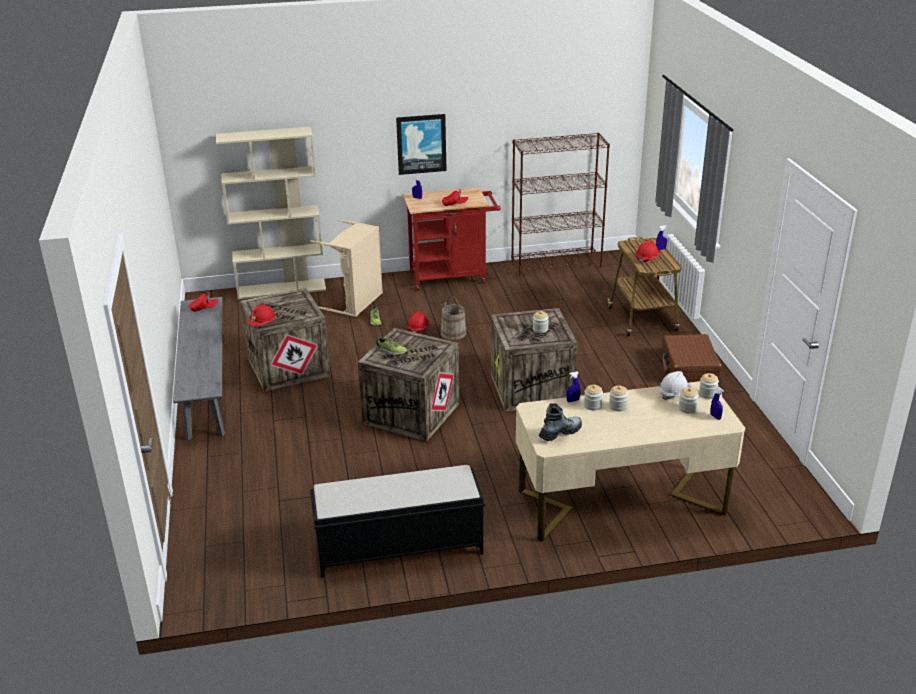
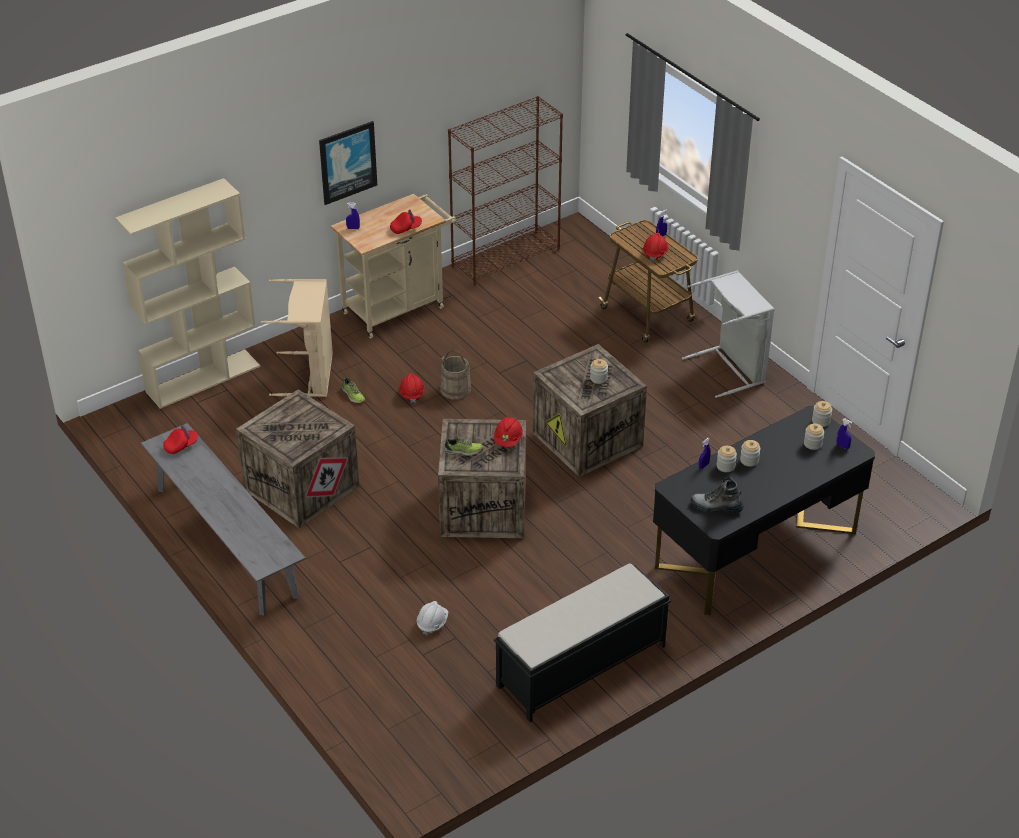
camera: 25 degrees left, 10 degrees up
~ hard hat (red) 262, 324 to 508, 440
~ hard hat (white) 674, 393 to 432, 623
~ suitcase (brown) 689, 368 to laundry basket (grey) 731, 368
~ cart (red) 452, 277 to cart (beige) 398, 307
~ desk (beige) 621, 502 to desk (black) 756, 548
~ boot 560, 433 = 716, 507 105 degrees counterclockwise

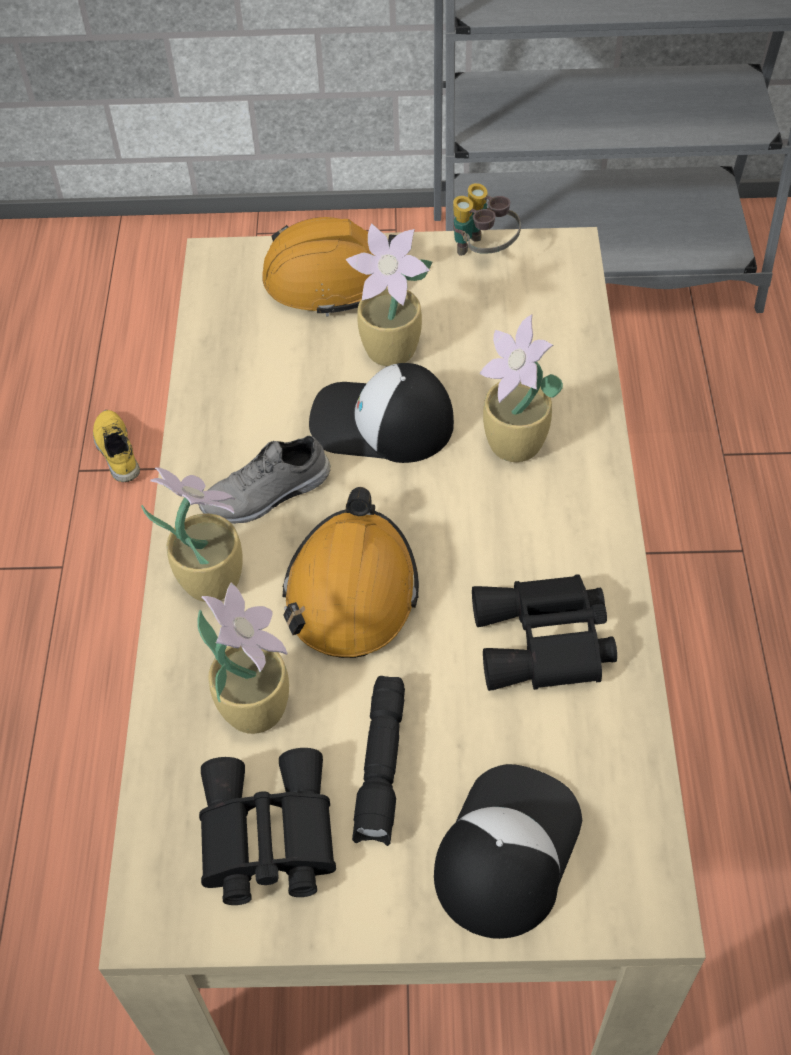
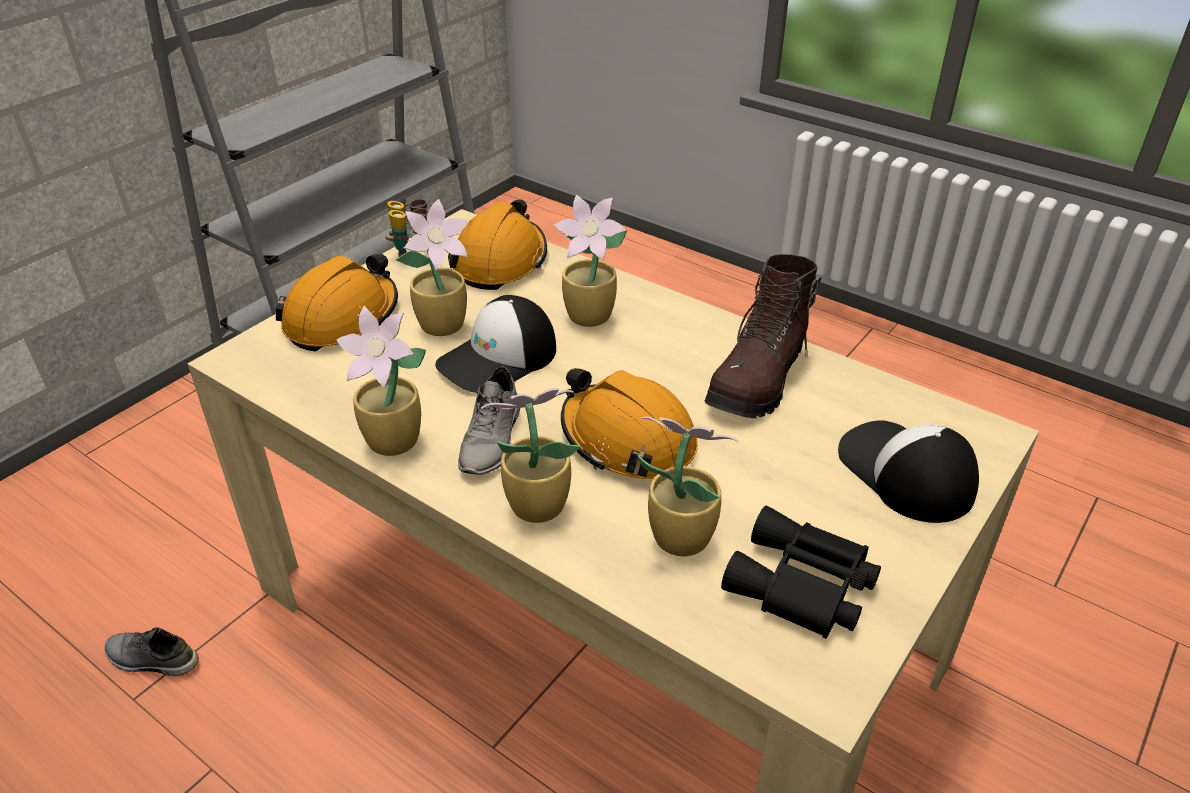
camera: 55 degrees left, 15 degrees down
- flashlight (black) 383, 768
+ potted plant 395, 442
+ hard hat (orange) 500, 261
~ binoculars (black) 545, 643 to boot (brown) 759, 380
~ shoe (yellow) 116, 451 to shoe (grey) 152, 661

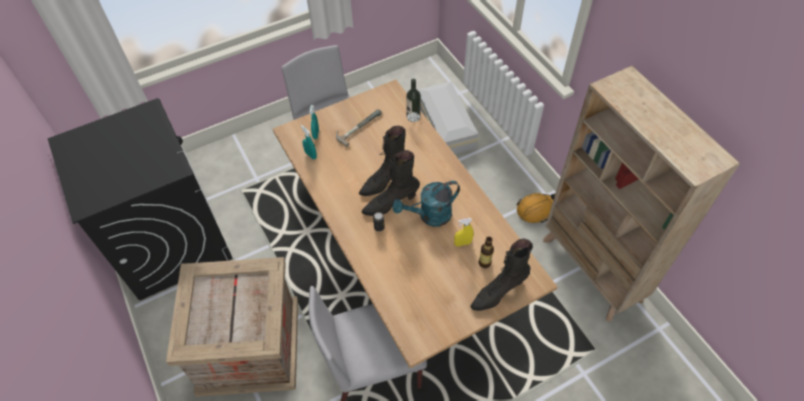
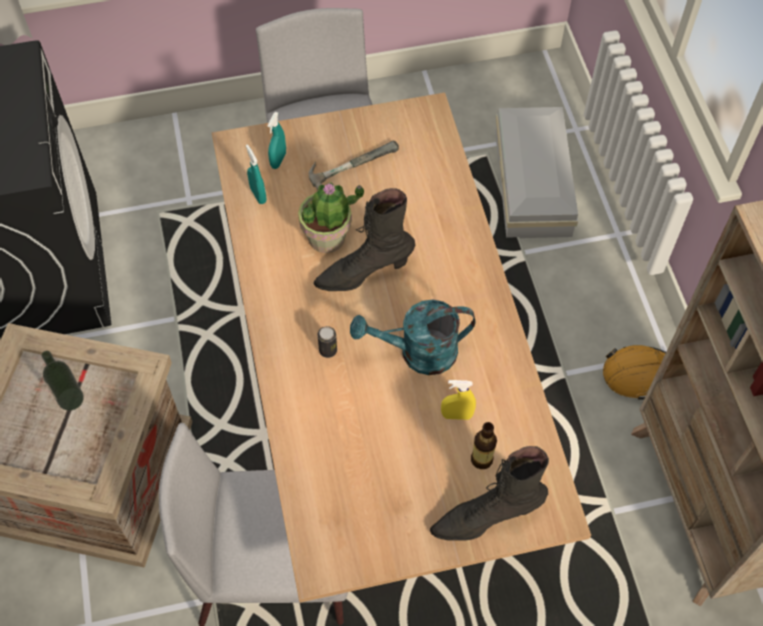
camera: 15 degrees right, 5 degrees up
- boot (black) 390, 203
+ potted plant 327, 237
~ bottle 413, 117 to 70, 399

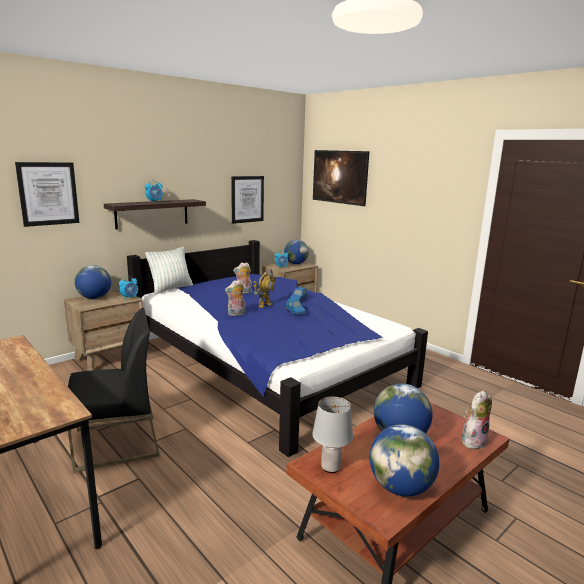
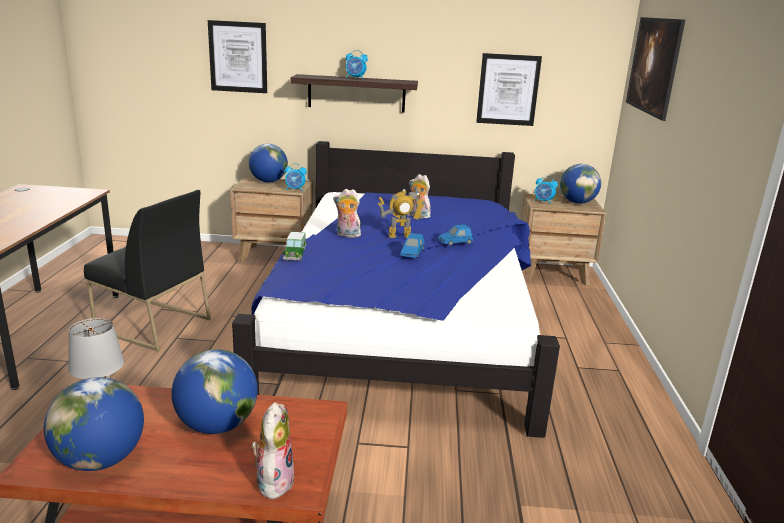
camera: 45 degrees right, 5 degrees up
- pillow 171, 289
+ toy car 295, 254
~ plush toy 473, 441 = 273, 481 90 degrees counterclockwise

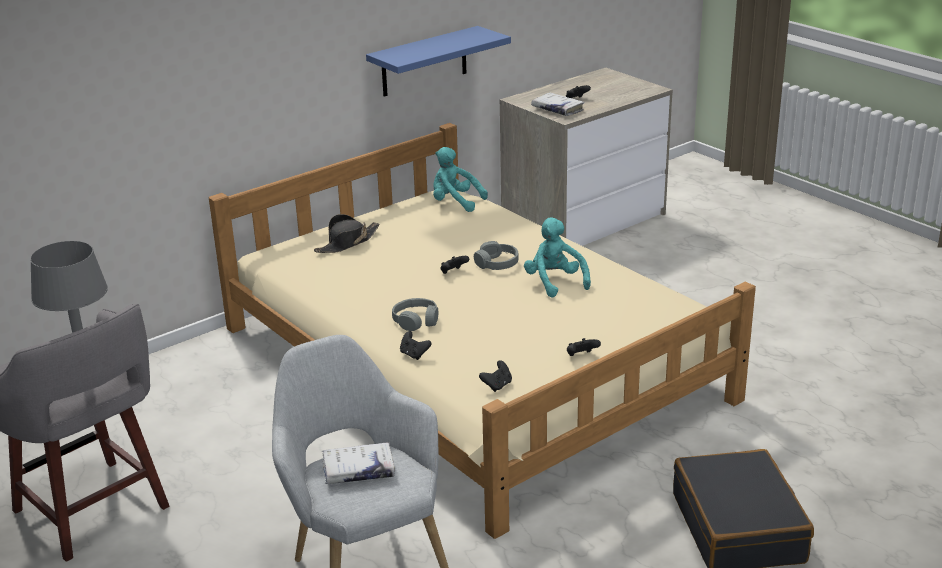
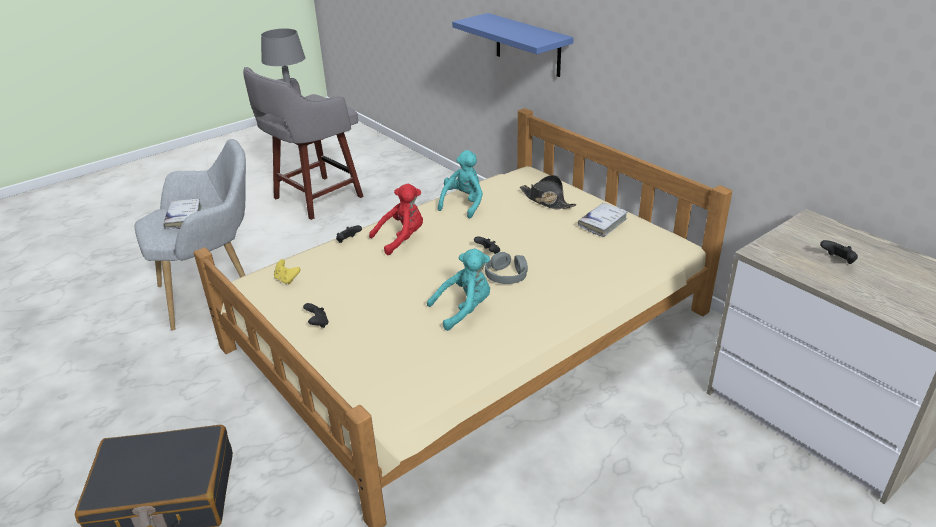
camera: 90 degrees right, 5 degrees up
~ shelf (blue) 424, 62 to 527, 45
~ plush toy (turquoise) 455, 203 to 463, 204
~ book (white) 557, 109 to 602, 223
~ headphones (grey) 416, 321 to plush toy (red) 402, 239
~ game controller (black) 497, 385 to game controller (yellow) 287, 279

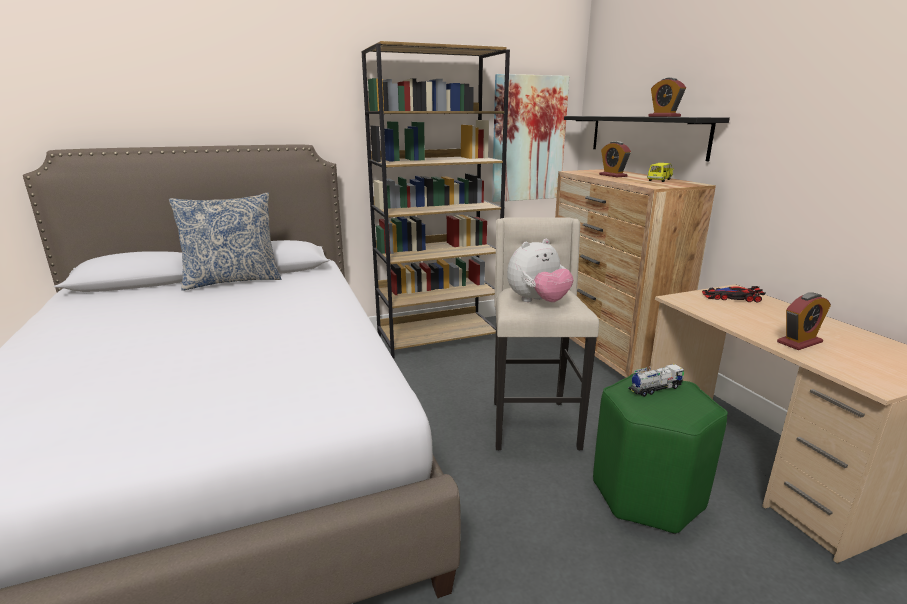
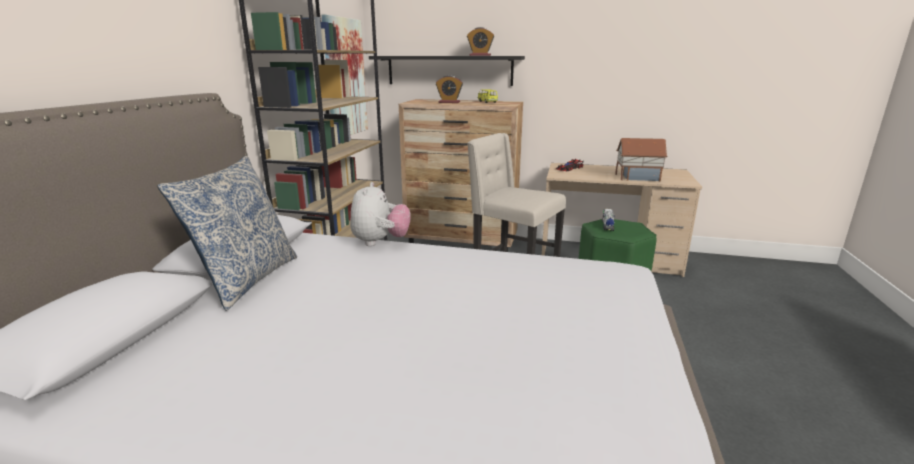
camera: 55 degrees left, 0 degrees up
~ plush toy 537, 302 to 380, 242
~ alarm clock 799, 342 to toy house 637, 177

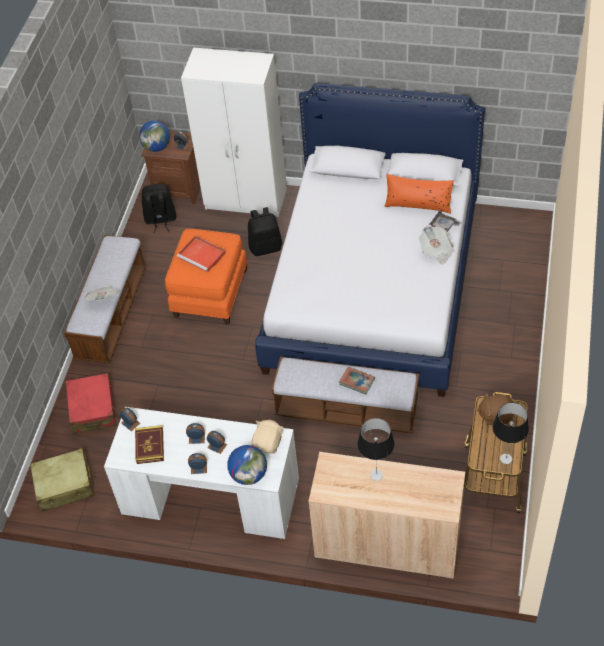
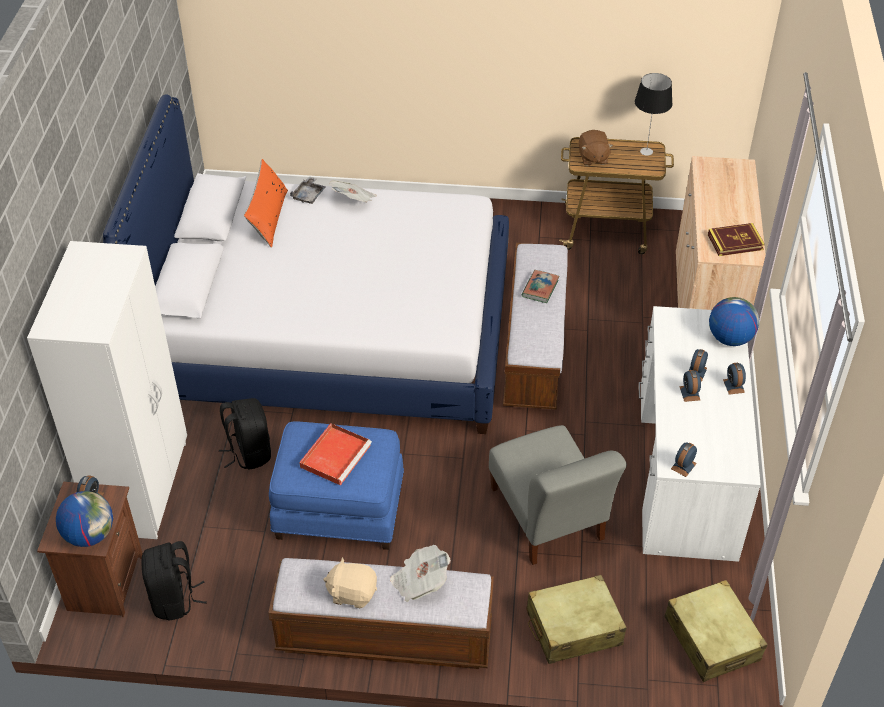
camera: 100 degrees left, 5 degrees down
- table lamp 376, 475
+ chair (grey) 548, 518
~ book 150, 446 to 735, 242
~ plush toy (beige) 268, 443 to 352, 593
~ suitcase (red) 93, 409 to suitcase (beige) 573, 628
~ ottoman (orange) 209, 292 to ottoman (blue) 339, 511

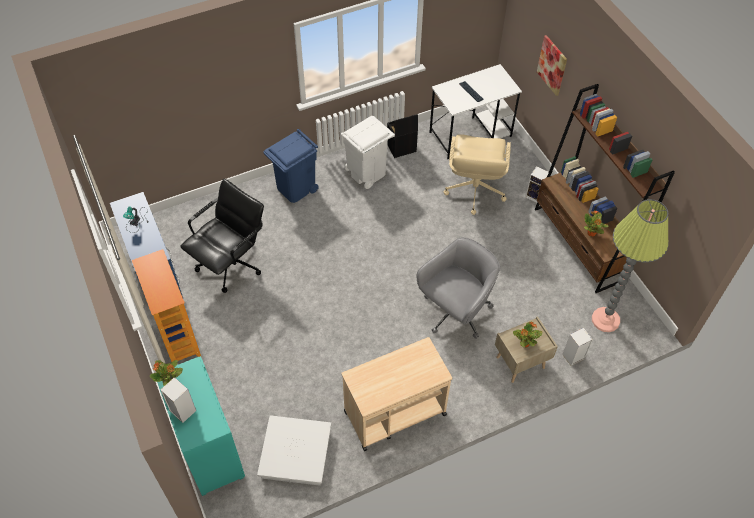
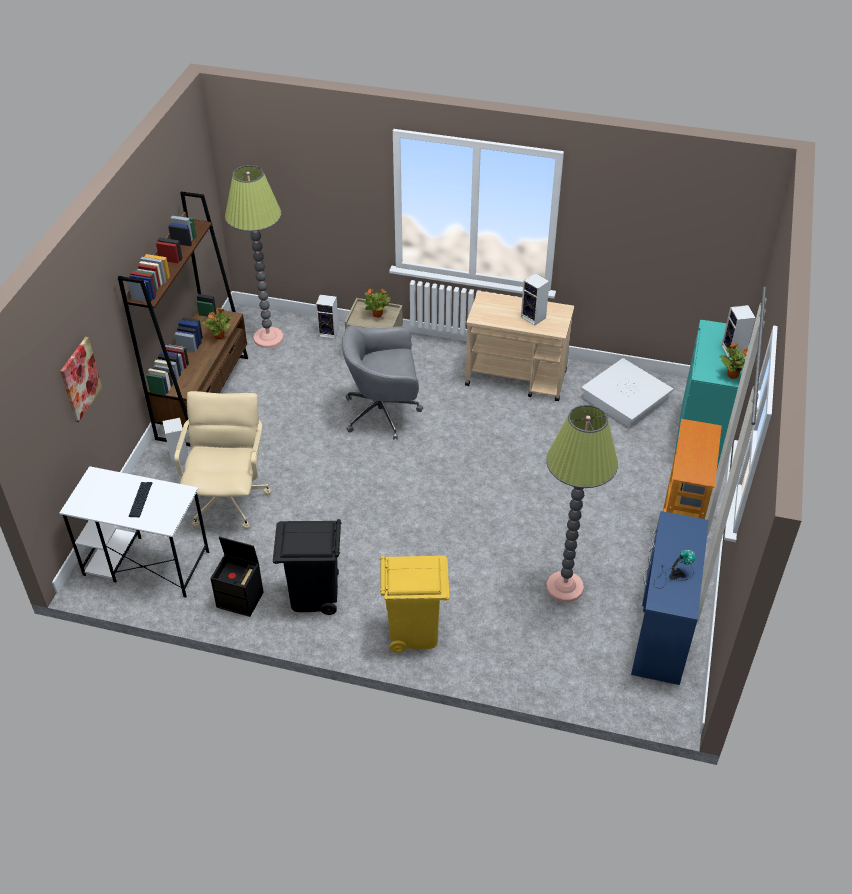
camera: 140 degrees left, 10 degrees down
+ speaker 534, 317
~ office chair (black) 231, 264 to floor lamp 564, 587
~ trash can (blue) 295, 188 to trash can (yellow) 414, 630
~ trash can (white) 367, 173 to trash can (black) 314, 595
~ office chair (beige) 474, 191 = 228, 500 45 degrees counterclockwise

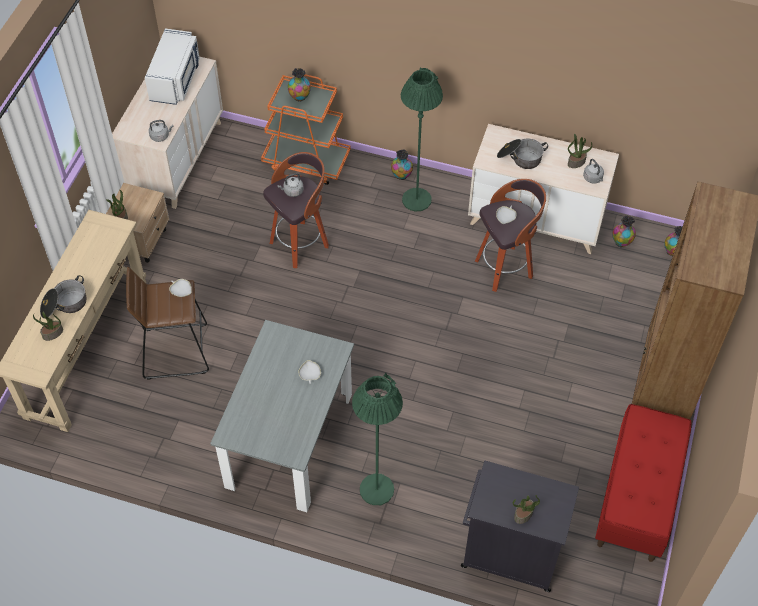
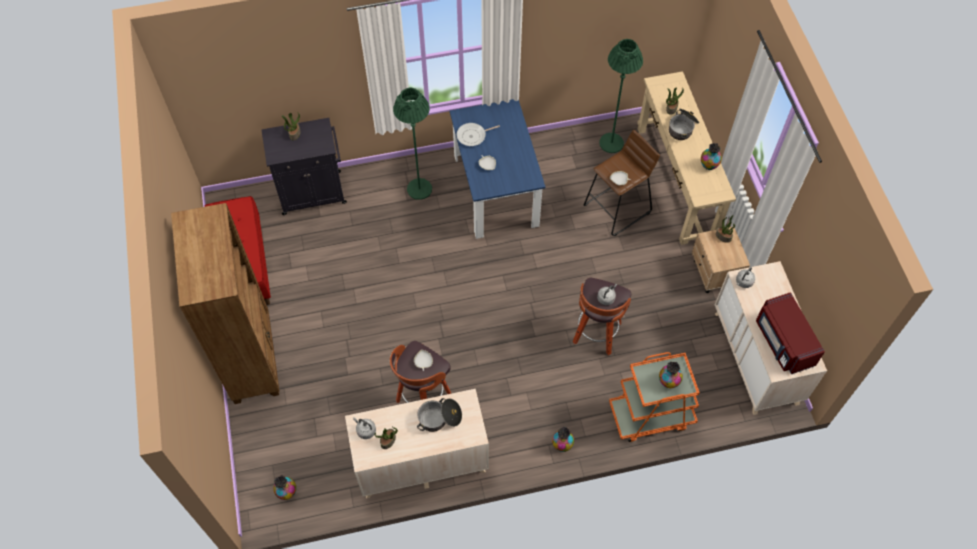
camera: 150 degrees right, 5 degrees up
+ frying pan 473, 136
~ floor lamp (green) 416, 200 to 611, 143
~ vase 621, 242 to 708, 166
~ microwave (white) 176, 80 to microwave (red) 783, 342
~ dining table (grey) 289, 440 to dining table (blue) 495, 190

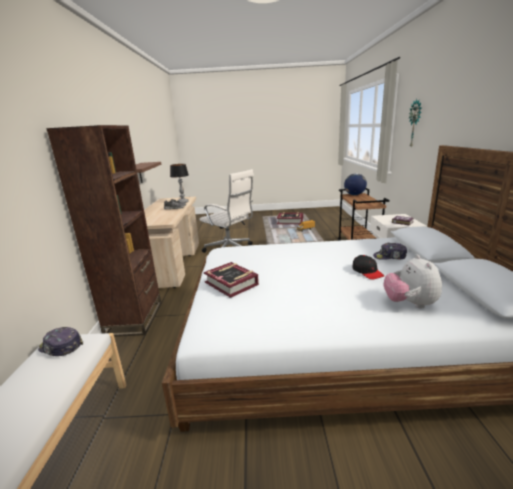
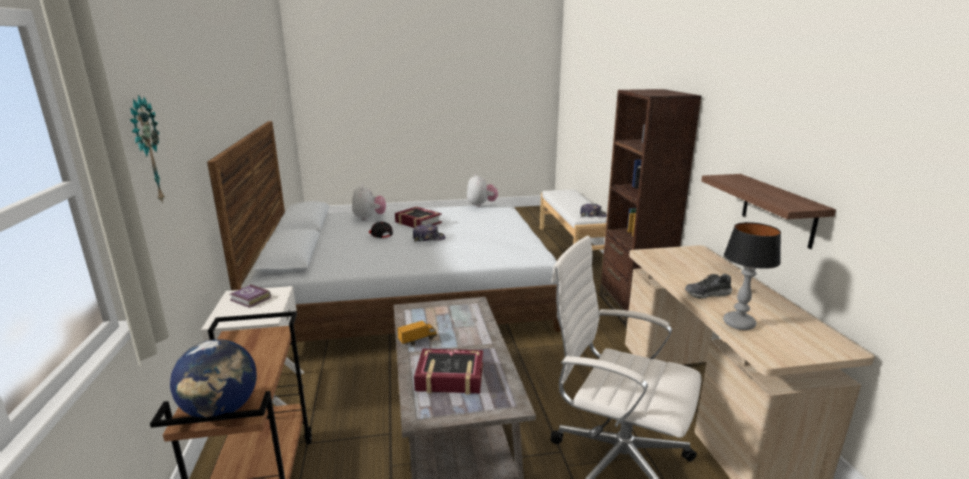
camera: 170 degrees right, 0 degrees up
+ plush toy 481, 205
~ book 231, 283 to 418, 222
~ cap 390, 257 to 429, 238

